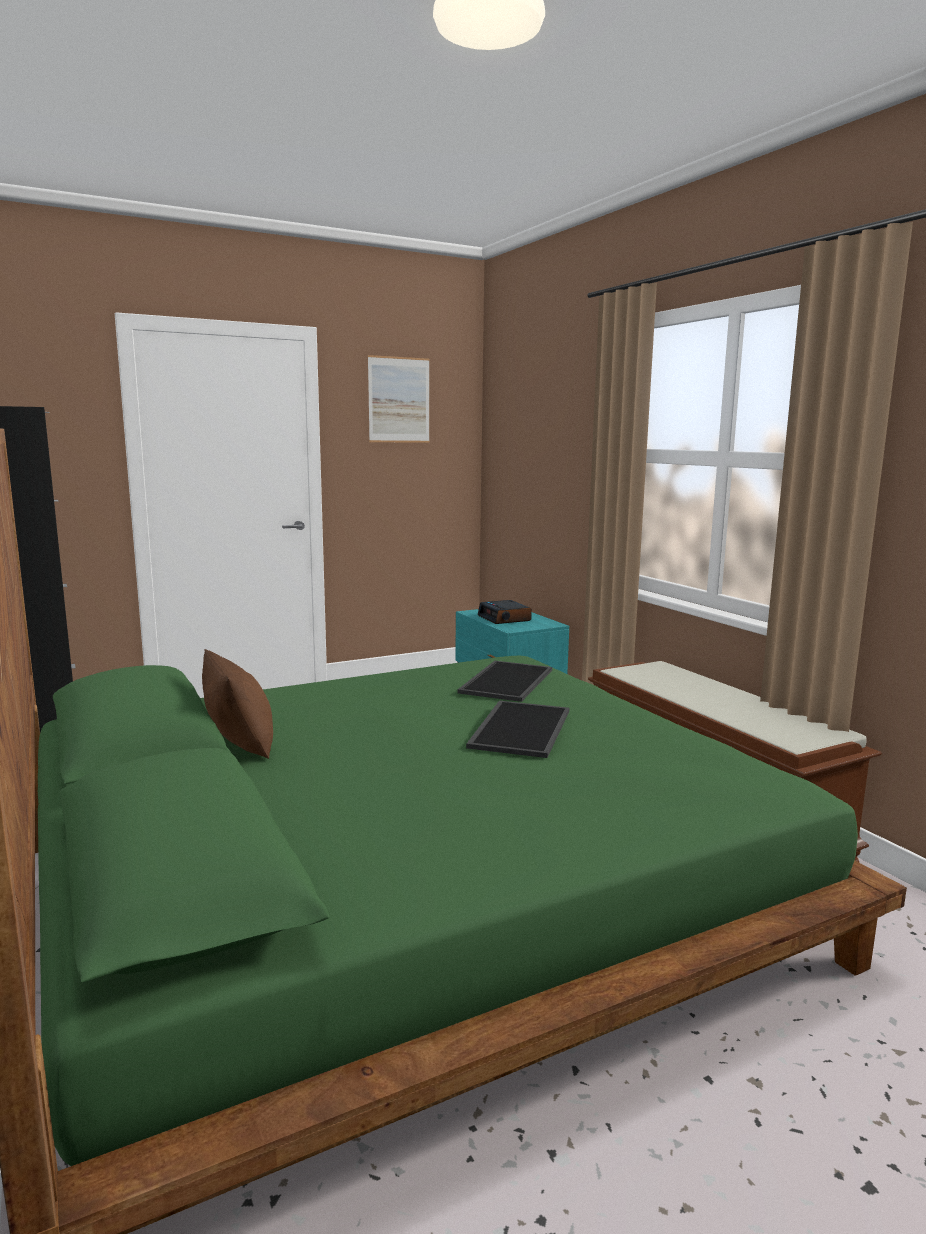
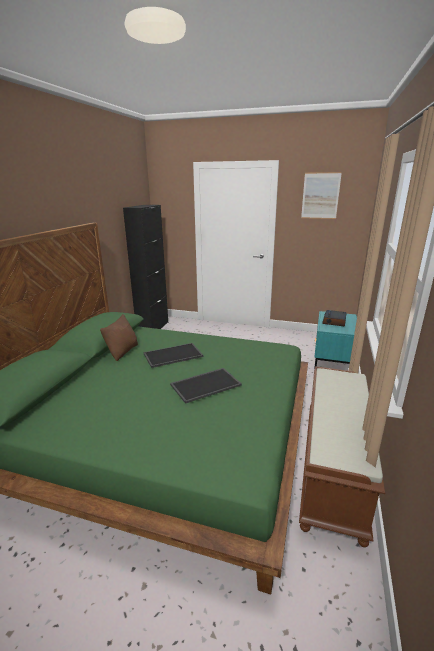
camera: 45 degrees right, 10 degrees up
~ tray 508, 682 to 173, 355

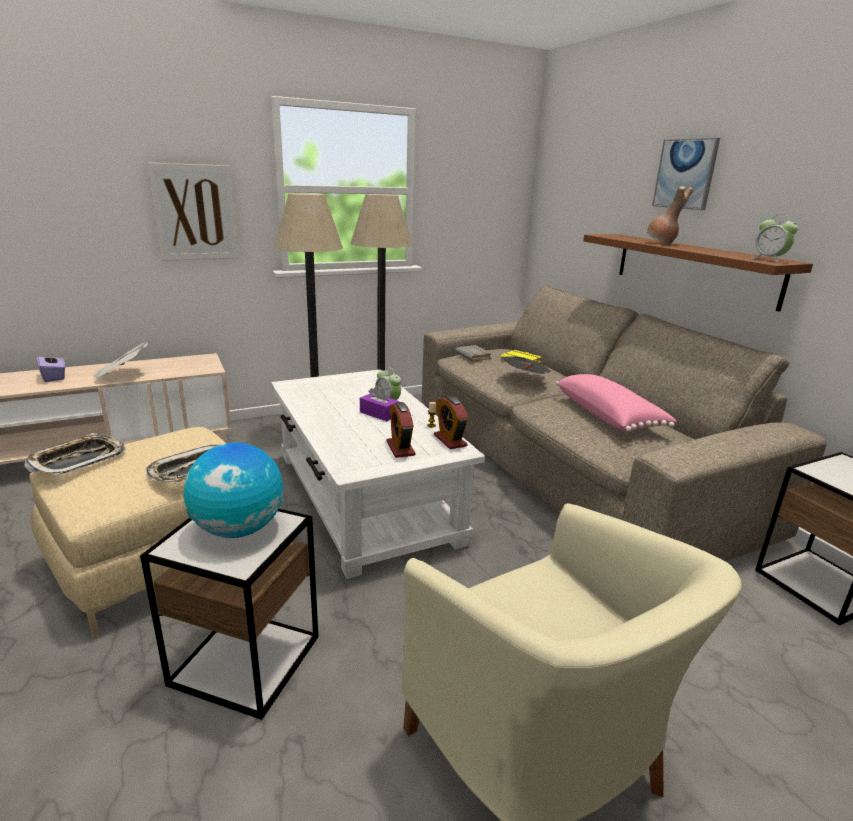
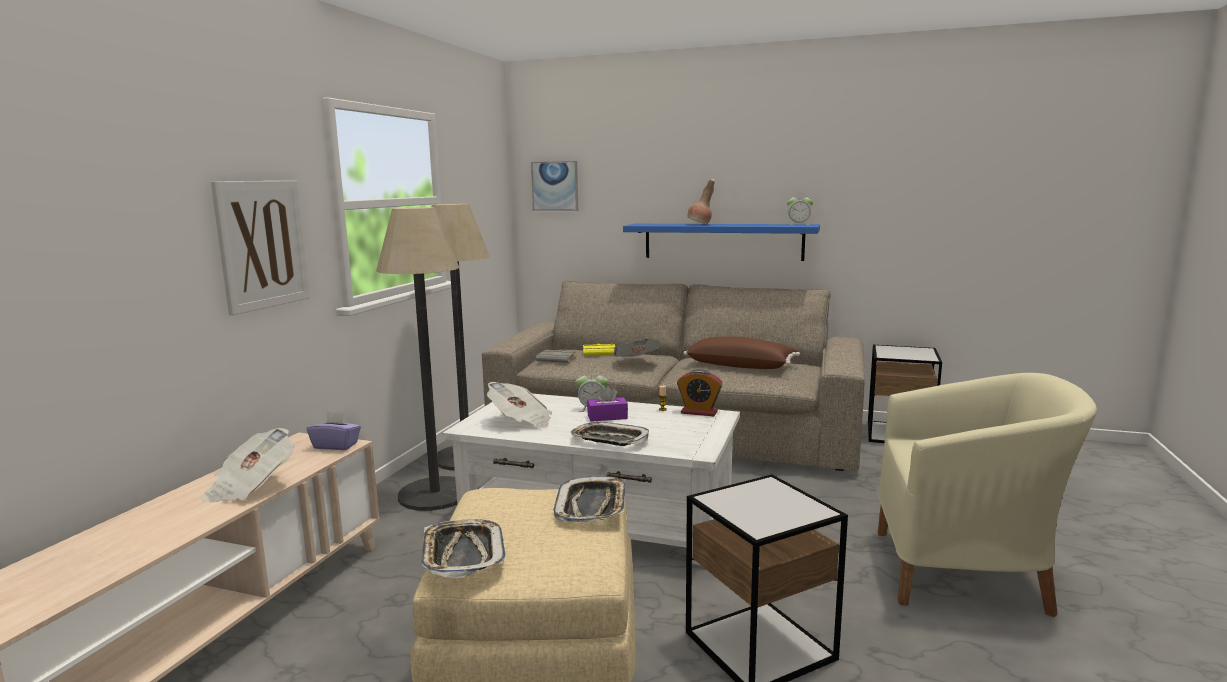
camera: 45 degrees left, 10 degrees down
- globe 239, 529
- alarm clock 400, 448
+ newspaper 521, 421
+ tray 609, 440
~ tissue box (purple) 54, 377 to 336, 446
~ picture 685, 174 to 555, 186
~ pillow (pink) 609, 416 to pillow (brown) 741, 366
~ shelf (brown) 693, 268 to shelf (blue) 722, 241

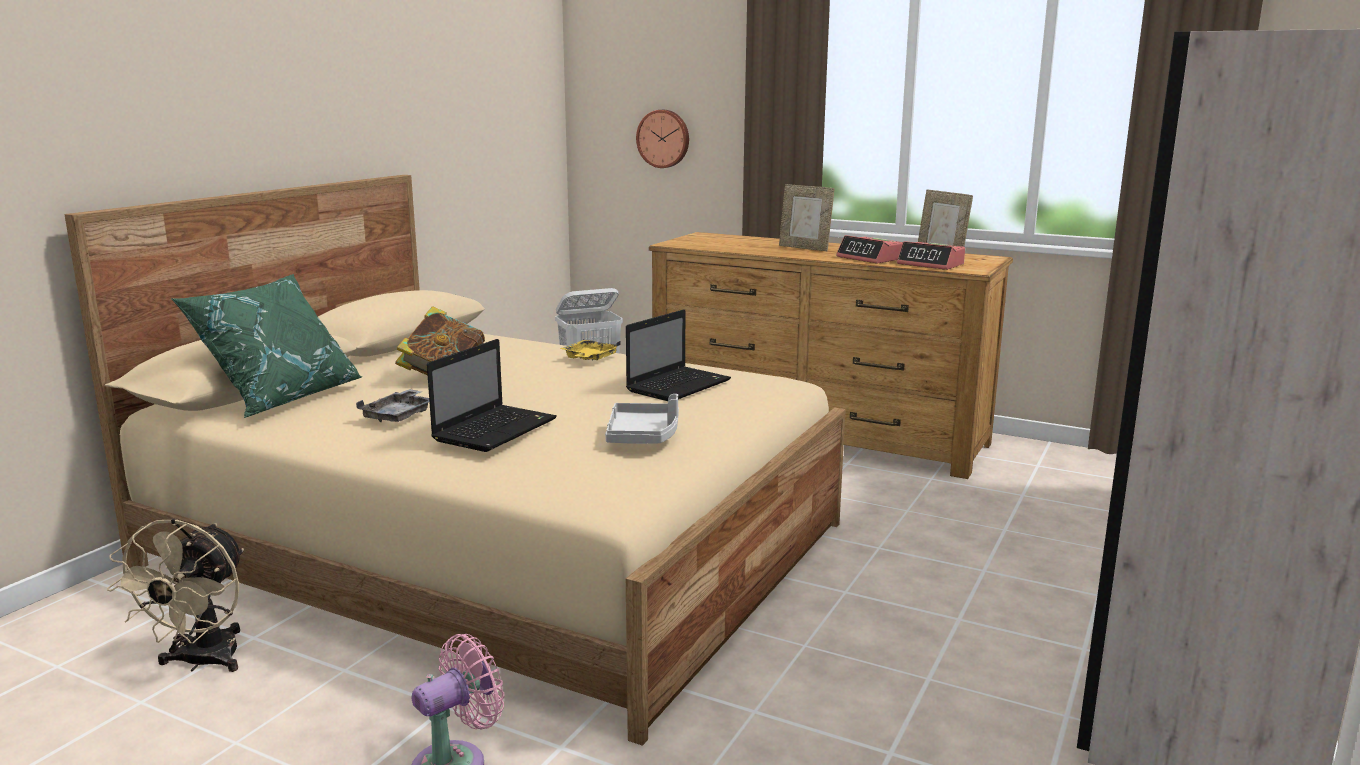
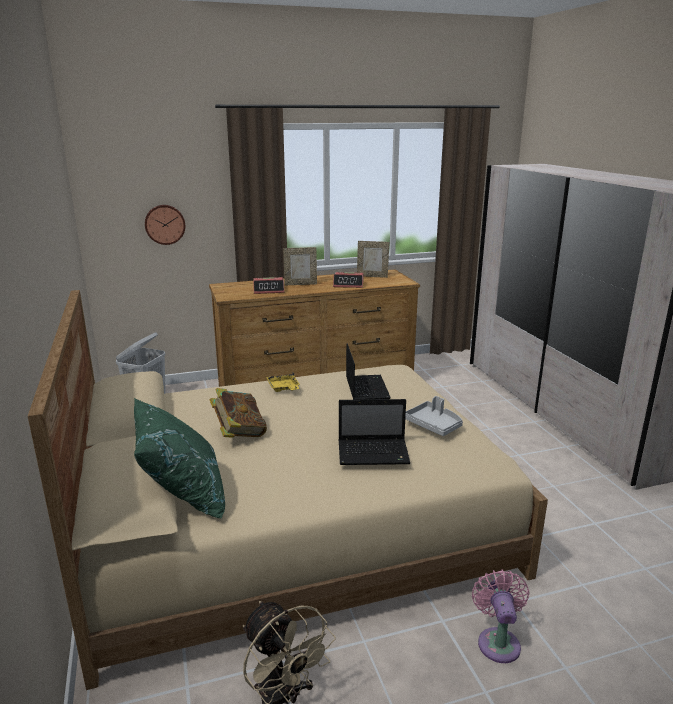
camera: 45 degrees left, 5 degrees up
- tray (grey) 399, 415
~ alarm clock 931, 264 to 269, 290
~ laptop 496, 429 = 374, 453 105 degrees clockwise

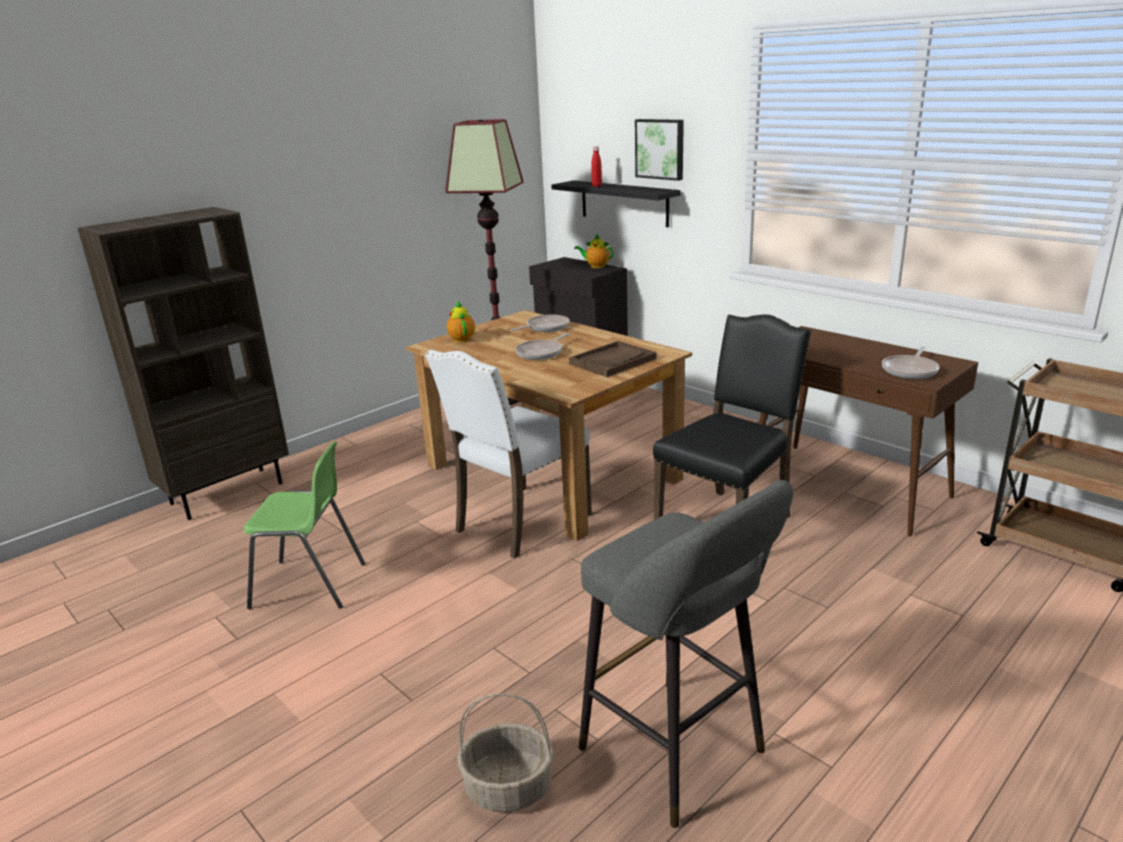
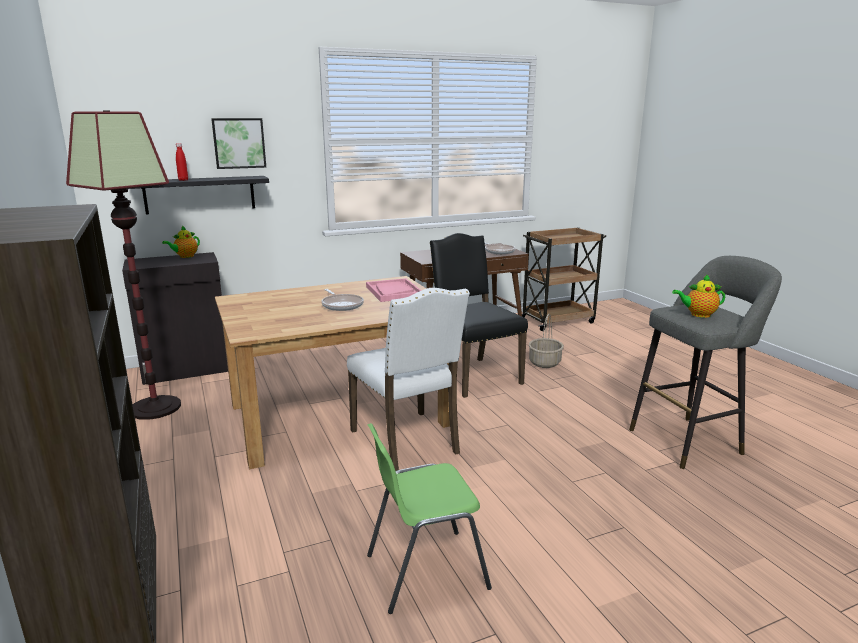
camera: 70 degrees left, 5 degrees down
- frying pan 545, 327
~ teapot 461, 339 to 698, 314
~ basket 507, 788 to 545, 363
~ tray (brown) 612, 361 to tray (pink) 393, 292
~ chair (green) 310, 585 = 425, 571 135 degrees counterclockwise

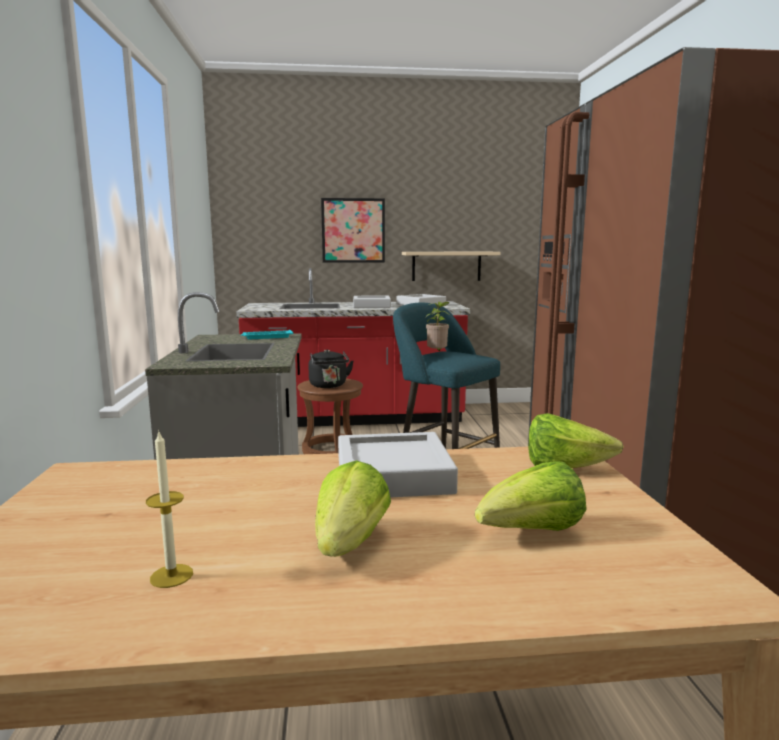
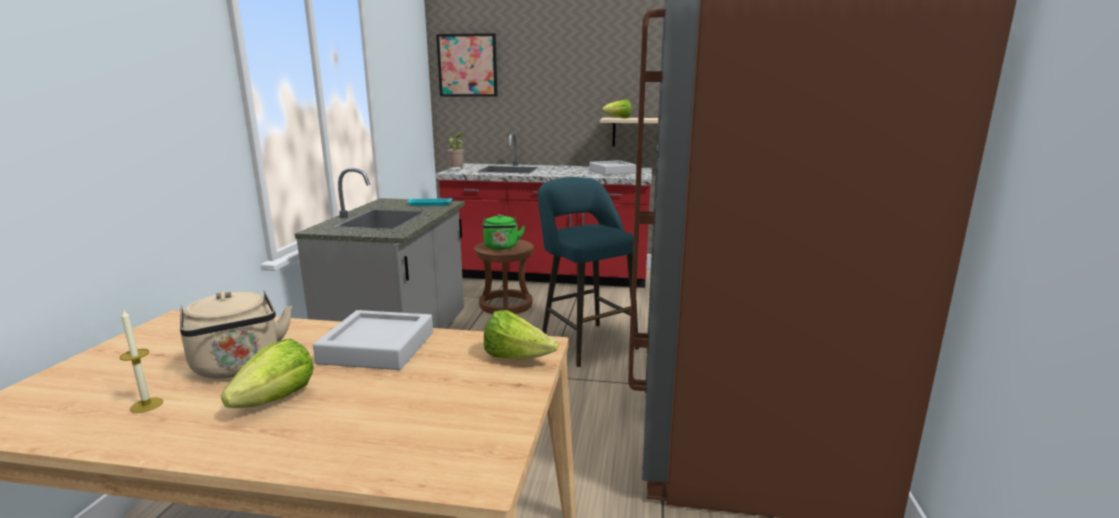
camera: 15 degrees right, 5 degrees up
- tray (grey) 371, 306
+ kettle (beige) 238, 367
~ picture 353, 230 to 467, 65
~ potted plant 437, 354 to 457, 171
~ lettuce 531, 533 to 618, 118
~ kettle (black) 329, 386 to kettle (green) 501, 247

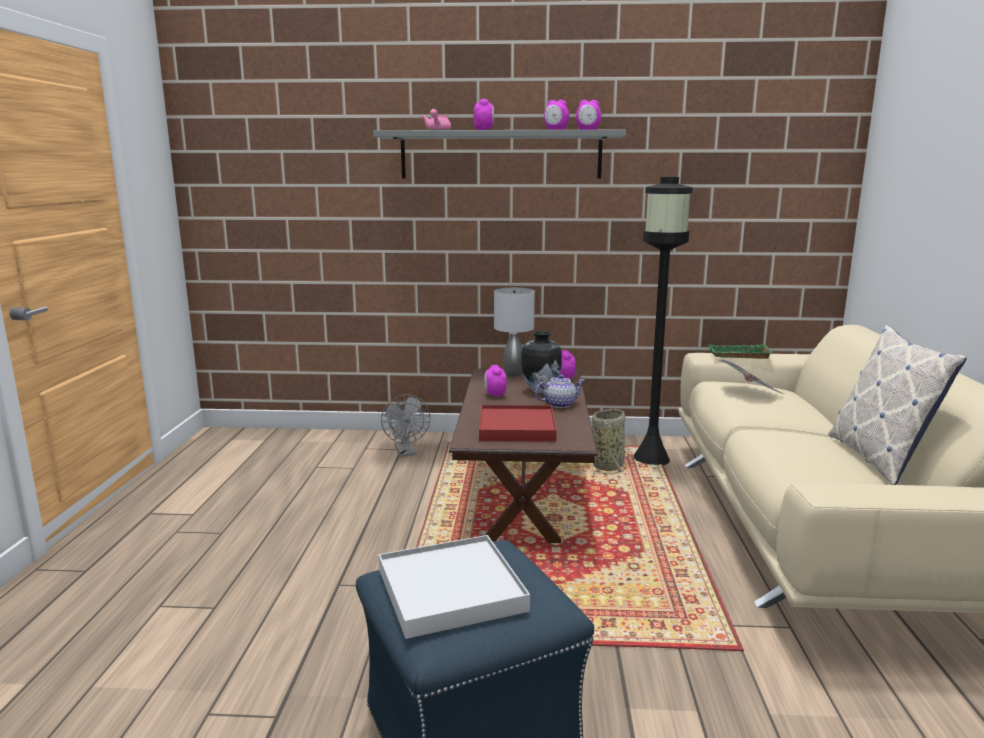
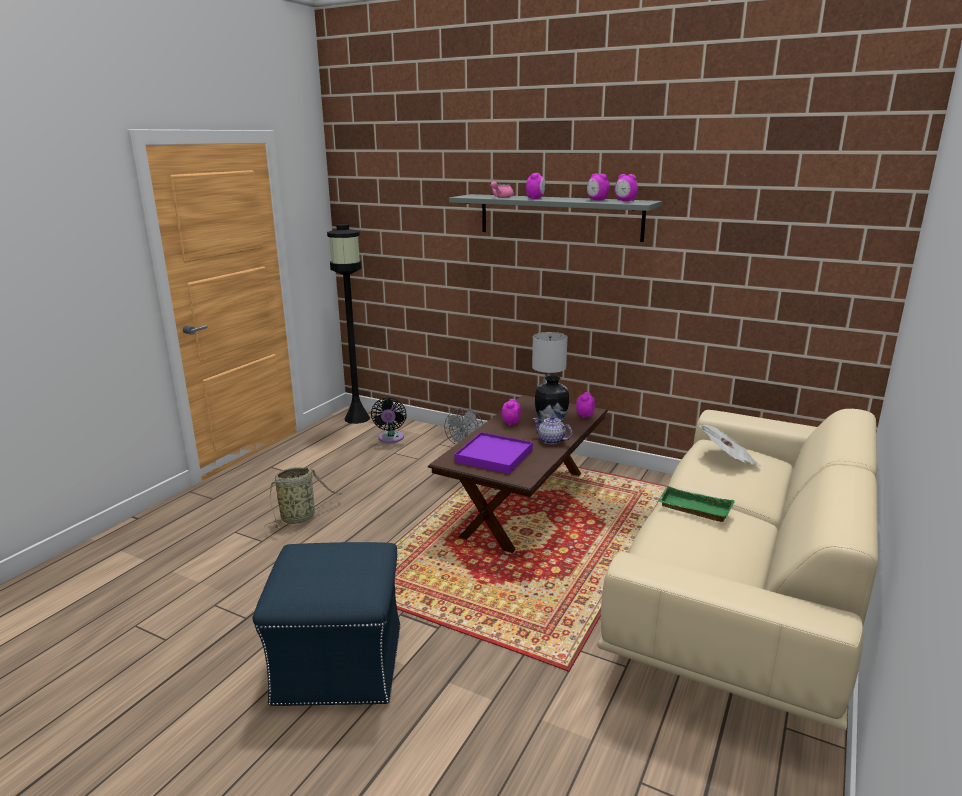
camera: 25 degrees right, 5 degrees up
- tray (white) 450, 590
- pillow 879, 459
+ fan (black) 390, 439
~ basket 608, 465 to 300, 517
~ floor lamp (black) 651, 459 to 357, 418
~ tray (green) 738, 356 to 693, 509
~ tray (red) 517, 427 to tray (purple) 494, 456
~ teapot 559, 404 = 551, 440 150 degrees counterclockwise

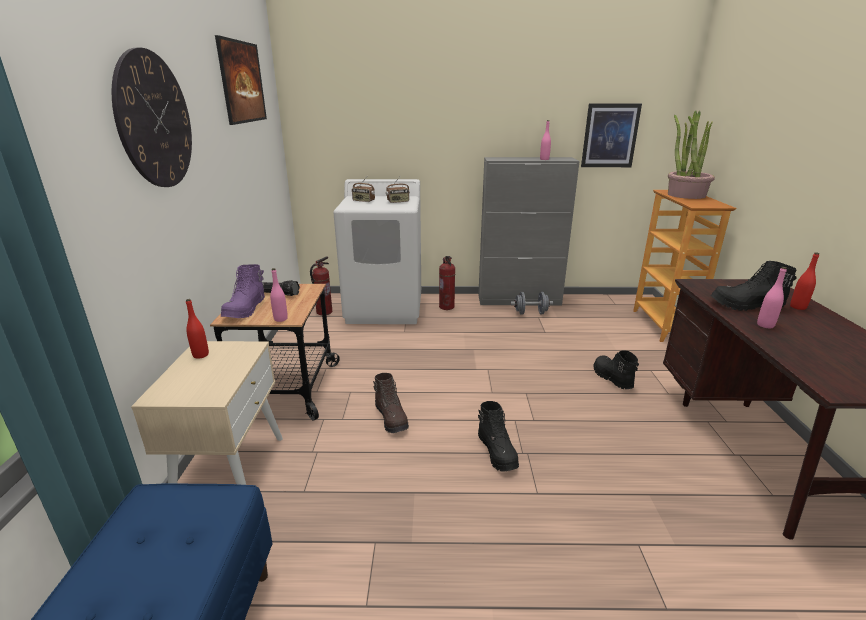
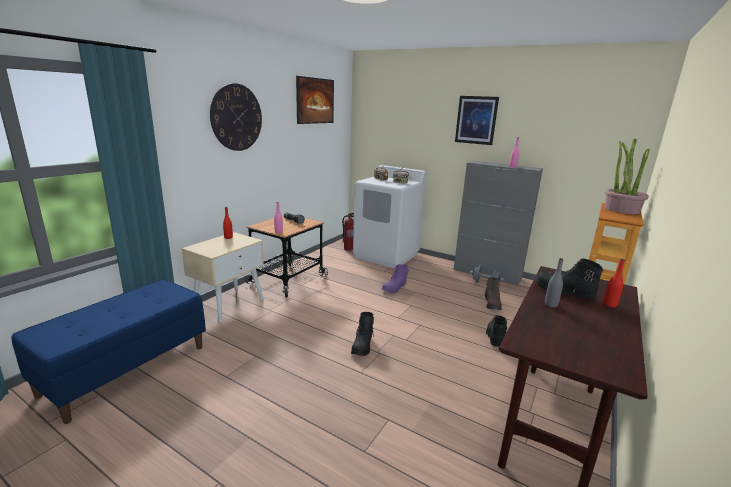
camera: 30 degrees right, 5 degrees down
- fire extinguisher 447, 307
~ boot (purple) 246, 310 to 394, 288
~ boot (brown) 391, 418 to 492, 304
~ picture 610, 136 to 476, 120
~ bottle (pink) 765, 325 to bottle (grey) 551, 304

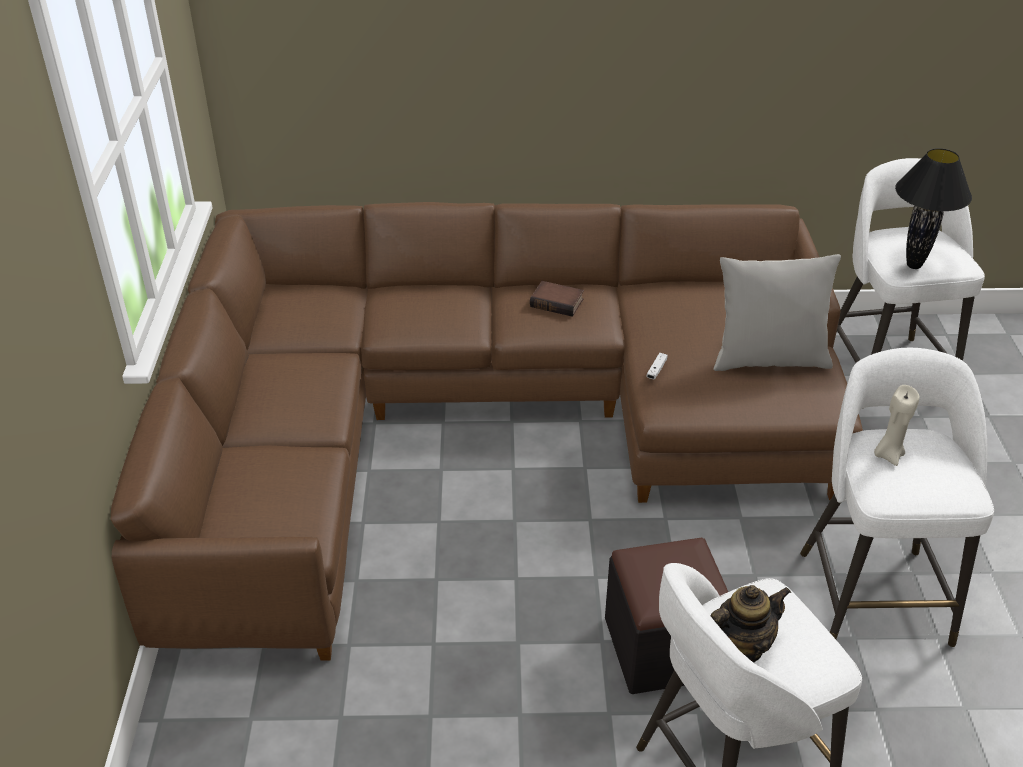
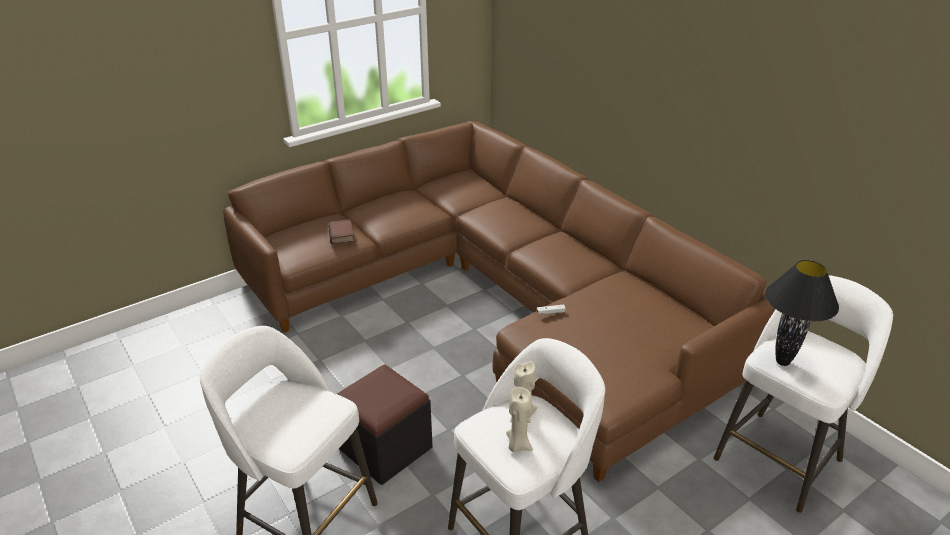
camera: 55 degrees right, 5 degrees down
- teapot 740, 646
- pillow (grey) 768, 359
+ candle (beige) 517, 444
~ book 558, 302 to 342, 235

